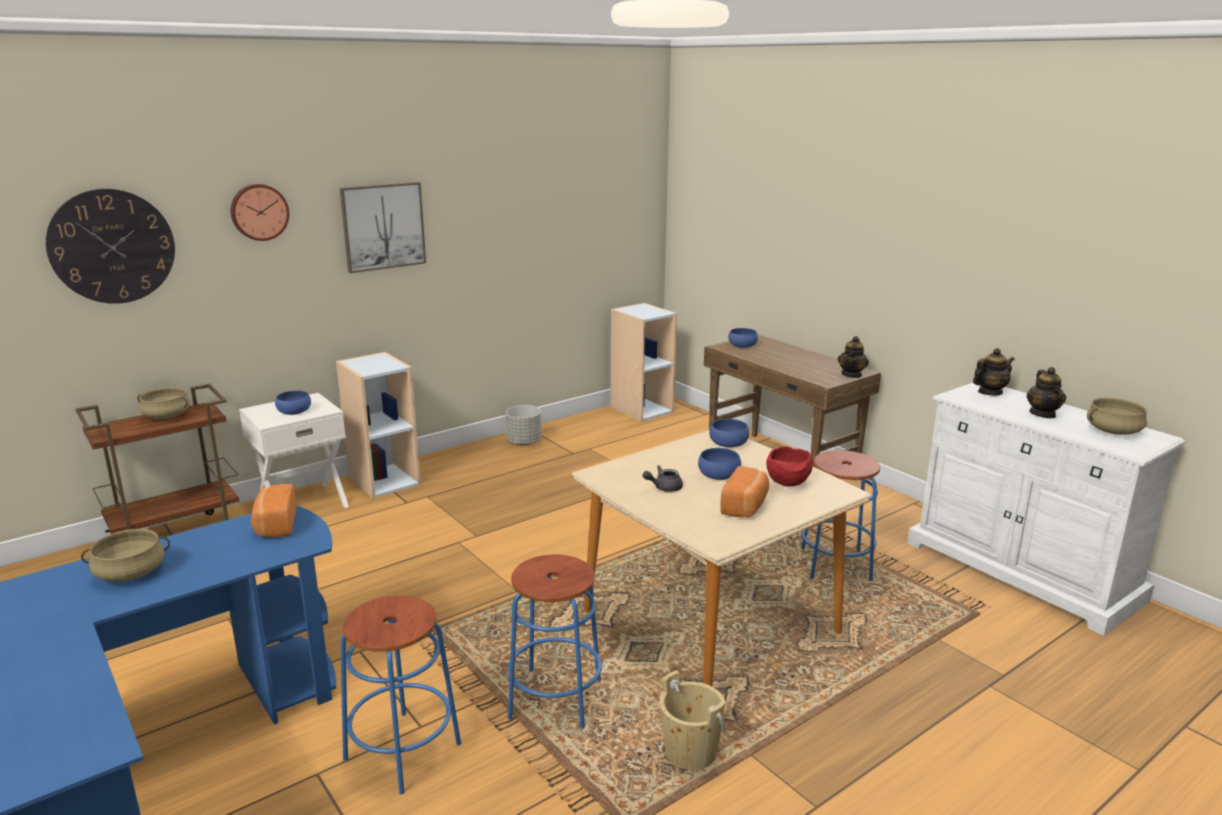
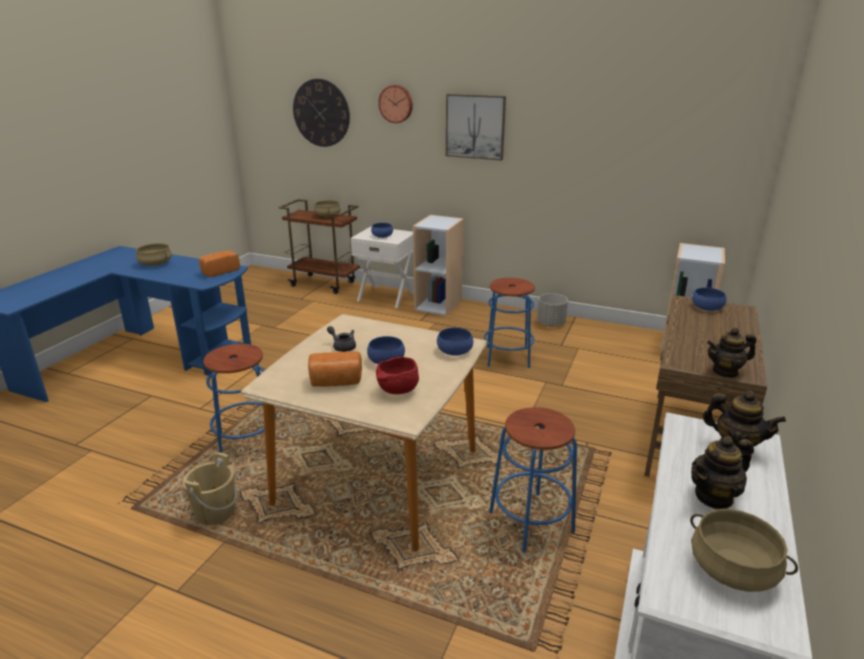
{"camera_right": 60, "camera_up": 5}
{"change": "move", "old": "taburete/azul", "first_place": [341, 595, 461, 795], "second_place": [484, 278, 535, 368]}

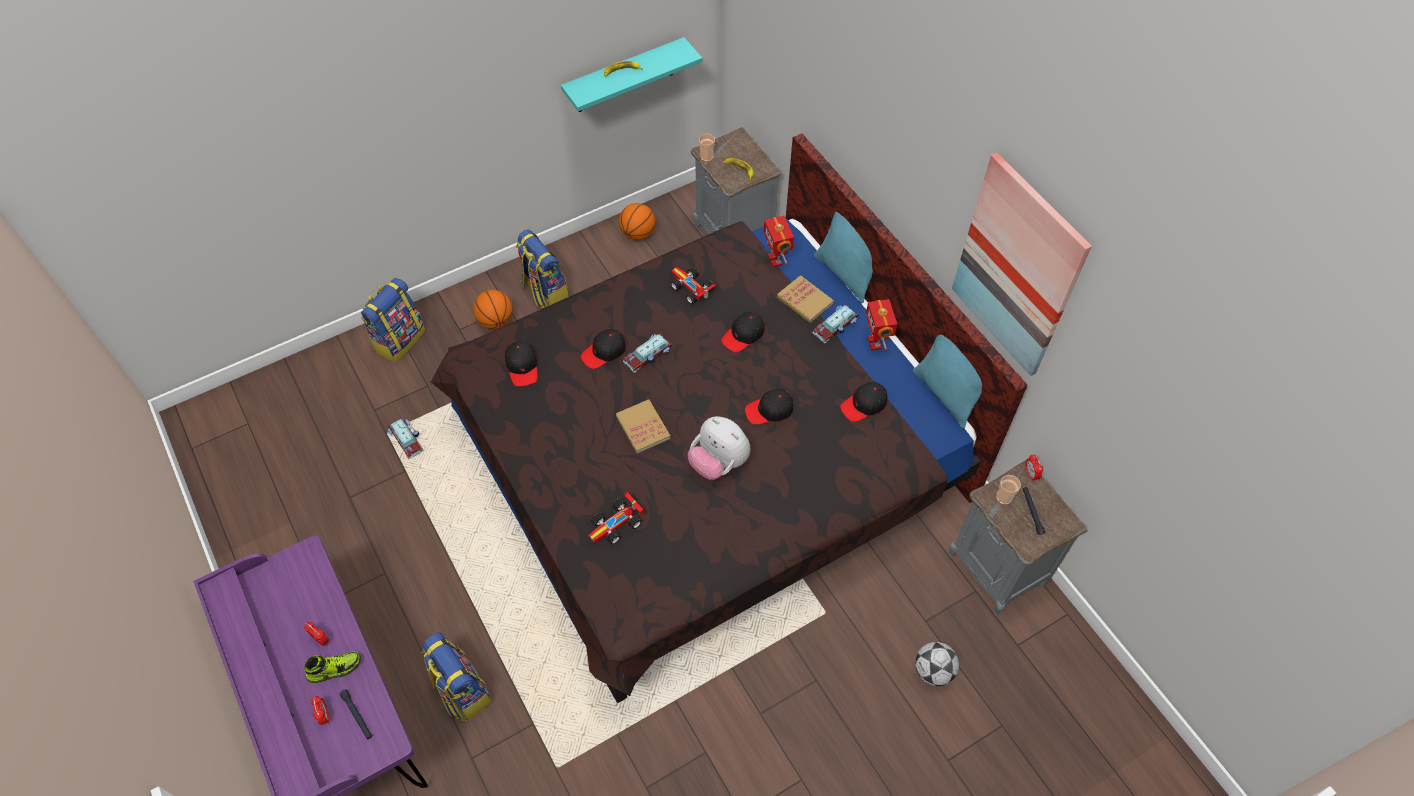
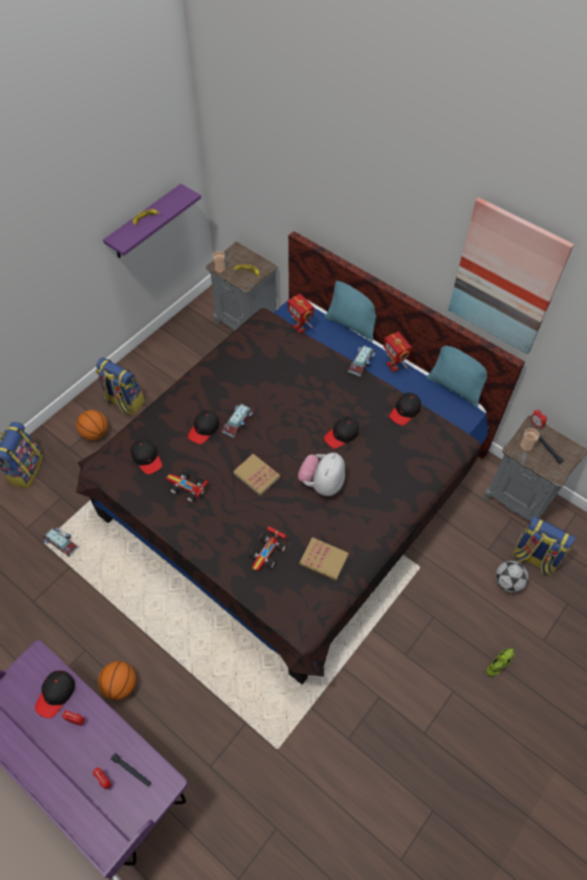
{"camera_right": -20, "camera_up": 0}
{"change": "move", "old": "zapato", "first_place": [304, 651, 361, 683], "second_place": [486, 648, 515, 677]}
{"change": "move", "old": "mochila", "first_place": [422, 632, 492, 722], "second_place": [512, 516, 576, 575]}
{"change": "move", "old": "balón de baloncesto", "first_place": [619, 203, 656, 240], "second_place": [98, 661, 136, 700]}
{"change": "move", "old": "coche de juguete", "first_place": [670, 267, 717, 304], "second_place": [166, 470, 209, 502]}
{"change": "move", "old": "gorra/negro", "first_place": [721, 311, 764, 352], "second_place": [35, 671, 75, 718]}
{"change": "move", "old": "libro", "first_place": [777, 275, 834, 323], "second_place": [299, 537, 349, 581]}
{"change": "recolor", "old": "estante/turquesa", "new": "estante/morado", "first_place": [561, 37, 702, 112], "second_place": [103, 184, 201, 258]}
{"change": "rotate", "old": "peluche", "first_place": [688, 416, 750, 480], "second_place": [298, 453, 345, 496], "degrees": 90}

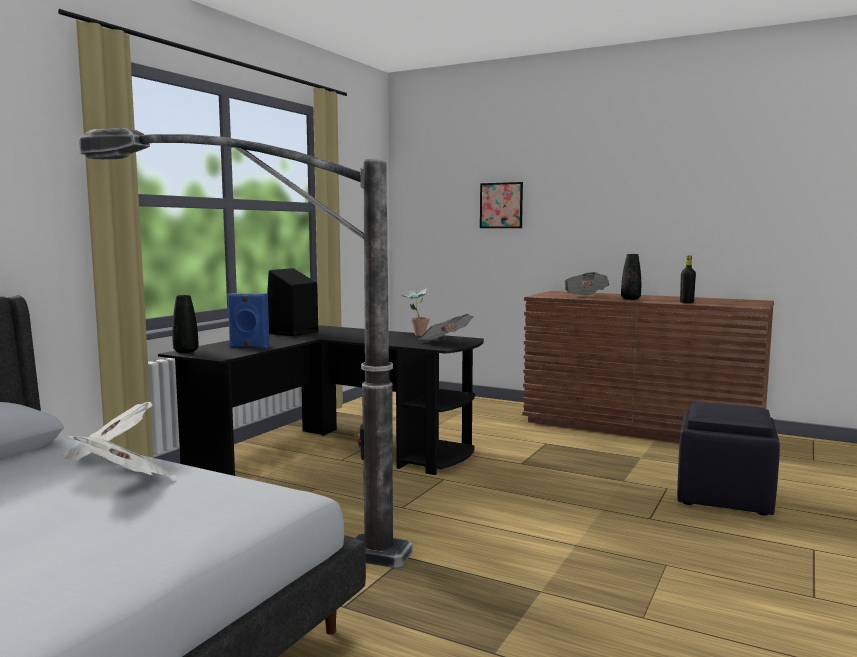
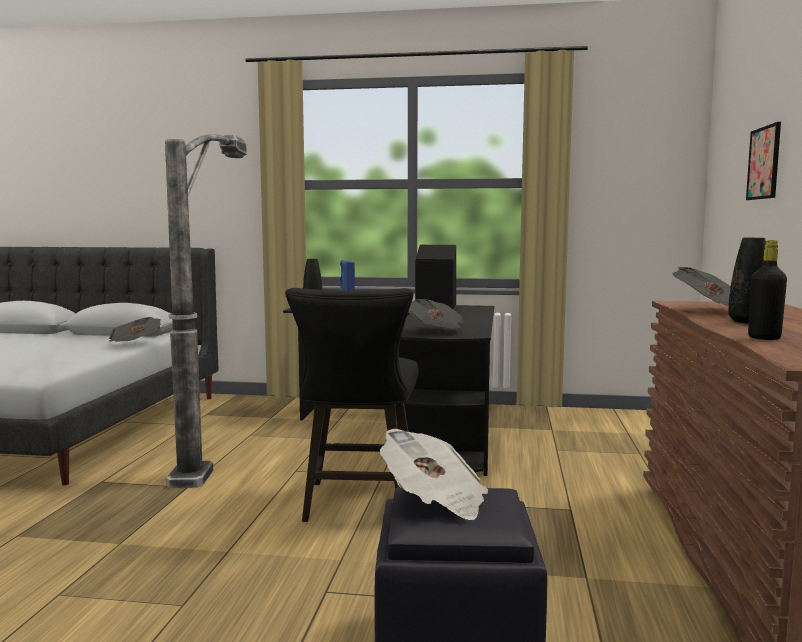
{"camera_right": 70, "camera_up": 0}
{"change": "delete", "old": "planta en maceta", "first_place": [402, 287, 430, 336]}
{"change": "insert", "new": "taburete/negro", "second_place": [285, 288, 419, 522]}
{"change": "move", "old": "periódico", "first_place": [68, 436, 177, 477], "second_place": [380, 429, 488, 520]}

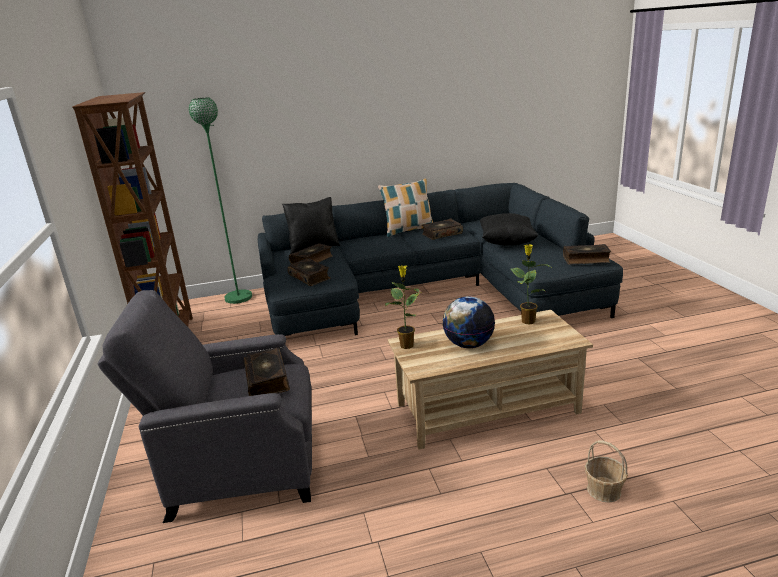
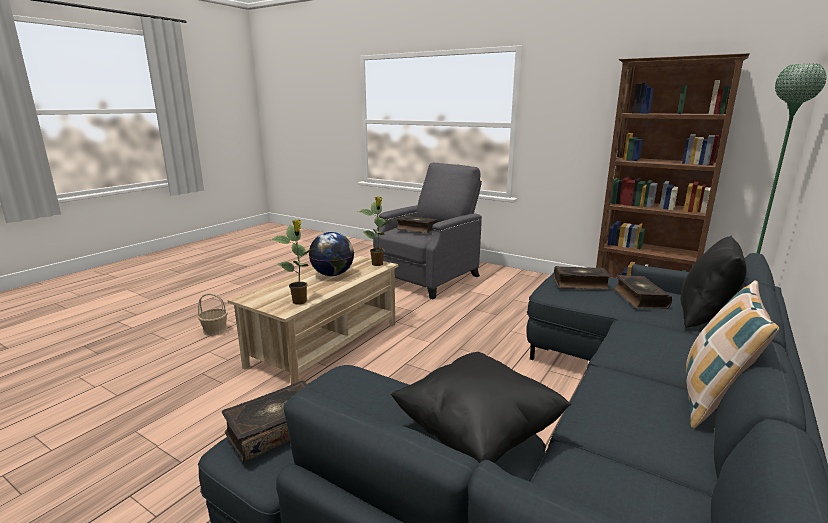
{"camera_right": 135, "camera_up": -5}
{"change": "delete", "old": "libro", "first_place": [422, 219, 463, 240]}

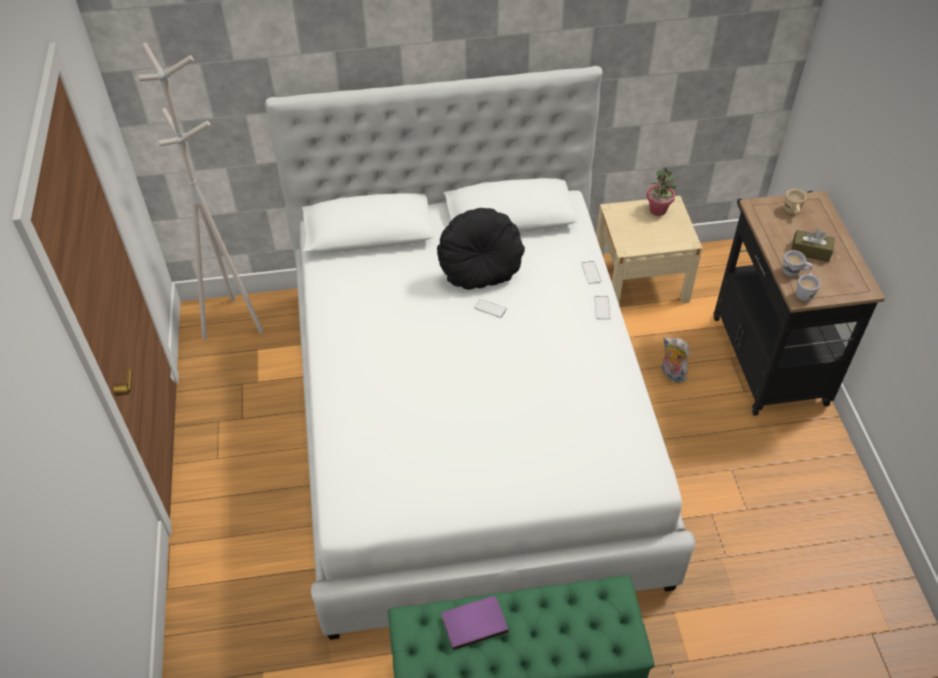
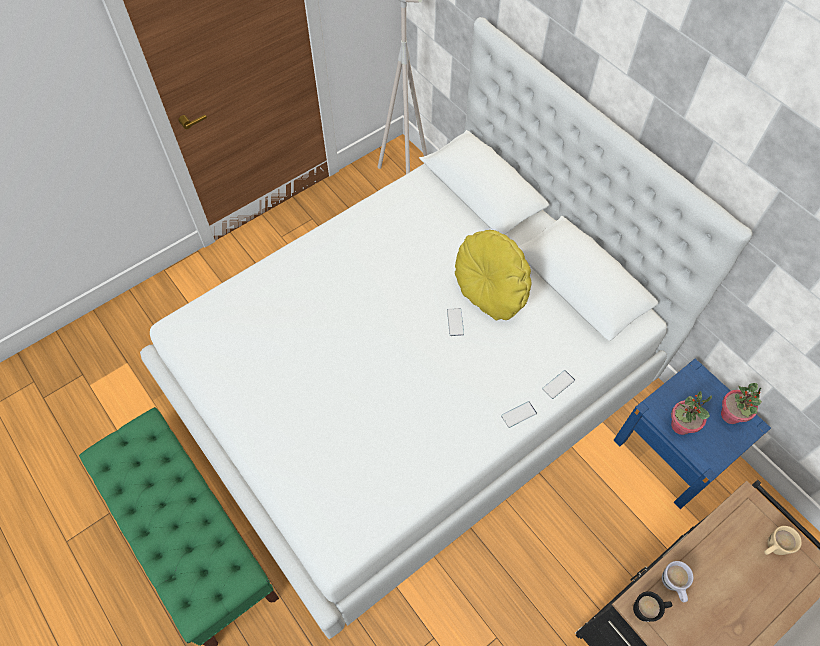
{"camera_right": 60, "camera_up": 10}
{"change": "delete", "old": "libro/morado", "first_place": [442, 596, 509, 650]}
{"change": "delete", "old": "peluche", "first_place": [662, 337, 690, 383]}
{"change": "delete", "old": "caja de pañuelos/marrón", "first_place": [791, 229, 835, 262]}
{"change": "insert", "new": "planta en maceta", "second_place": [671, 391, 712, 435]}
{"change": "recolor", "old": "cojín/negro", "new": "cojín/amarillo", "first_place": [437, 208, 525, 290], "second_place": [455, 230, 531, 320]}
{"change": "recolor", "old": "mesita de noche/beis", "new": "mesita de noche/azul", "first_place": [596, 196, 702, 303], "second_place": [614, 358, 771, 509]}
{"change": "recolor", "old": "taza grande/blanco", "new": "taza grande/negro", "first_place": [796, 273, 820, 301], "second_place": [633, 591, 672, 622]}

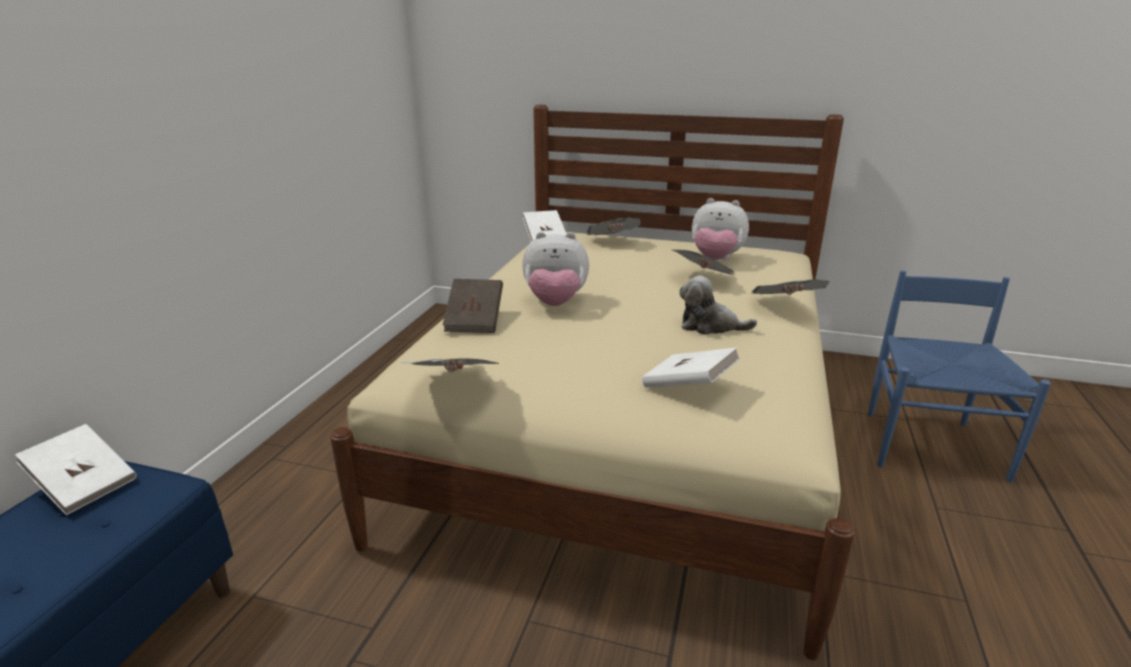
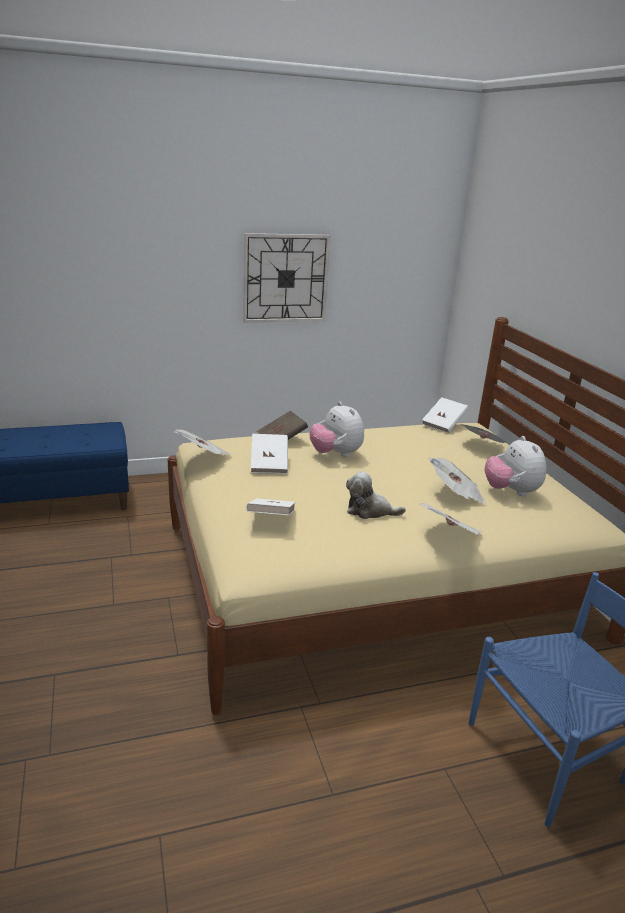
{"camera_right": 55, "camera_up": 0}
{"change": "insert", "new": "reloj de pared", "second_place": [243, 233, 330, 323]}
{"change": "move", "old": "libro/blanco", "first_place": [15, 424, 137, 515], "second_place": [251, 434, 288, 474]}
{"change": "rotate", "old": "peluche", "first_place": [679, 276, 757, 335], "second_place": [346, 471, 406, 519], "degrees": -60}

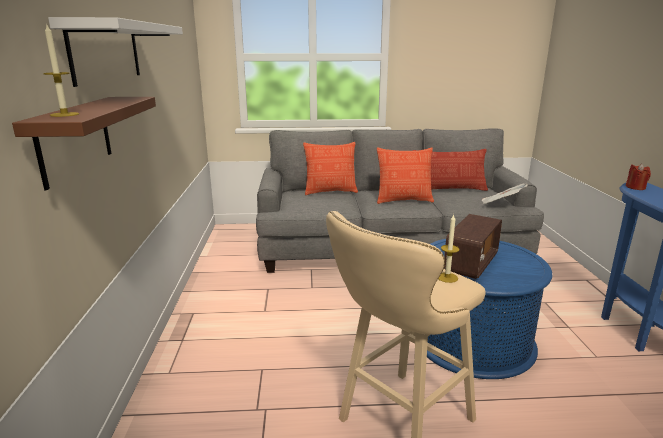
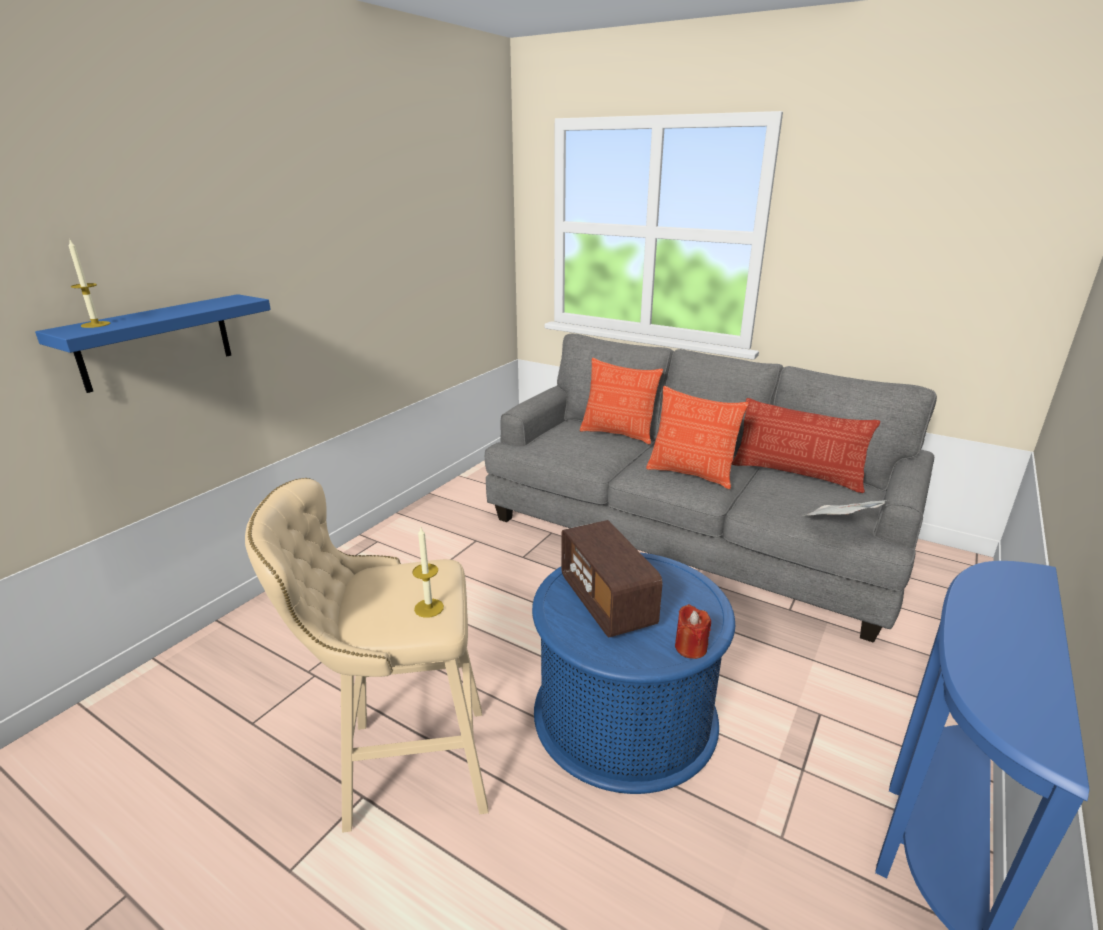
{"camera_right": 35, "camera_up": 5}
{"change": "delete", "old": "estante/blanco", "first_place": [48, 17, 183, 87]}
{"change": "move", "old": "vela/rojo", "first_place": [626, 163, 651, 190], "second_place": [675, 604, 711, 659]}
{"change": "recolor", "old": "estante/marrón", "new": "estante/azul", "first_place": [12, 97, 156, 190], "second_place": [35, 294, 271, 393]}
{"change": "rotate", "old": "radio", "first_place": [444, 214, 502, 279], "second_place": [561, 520, 663, 638], "degrees": 90}

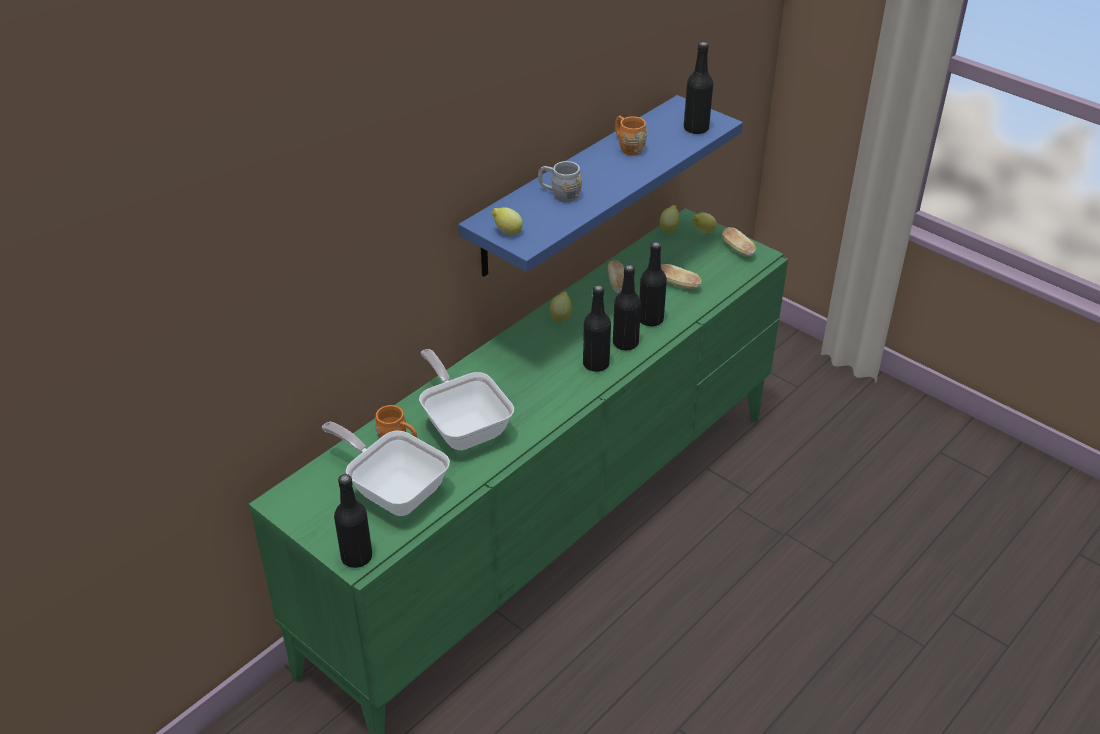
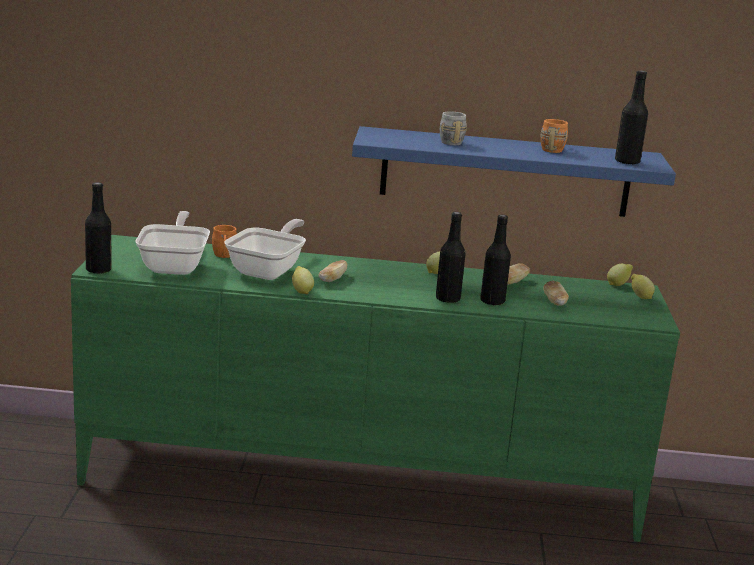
{"camera_right": 50, "camera_up": -20}
{"change": "delete", "old": "botella/negro", "first_place": [583, 285, 611, 372]}
{"change": "move", "old": "limón", "first_place": [492, 207, 523, 235], "second_place": [292, 266, 314, 294]}
{"change": "move", "old": "pan", "first_place": [722, 227, 756, 257], "second_place": [318, 260, 347, 282]}

